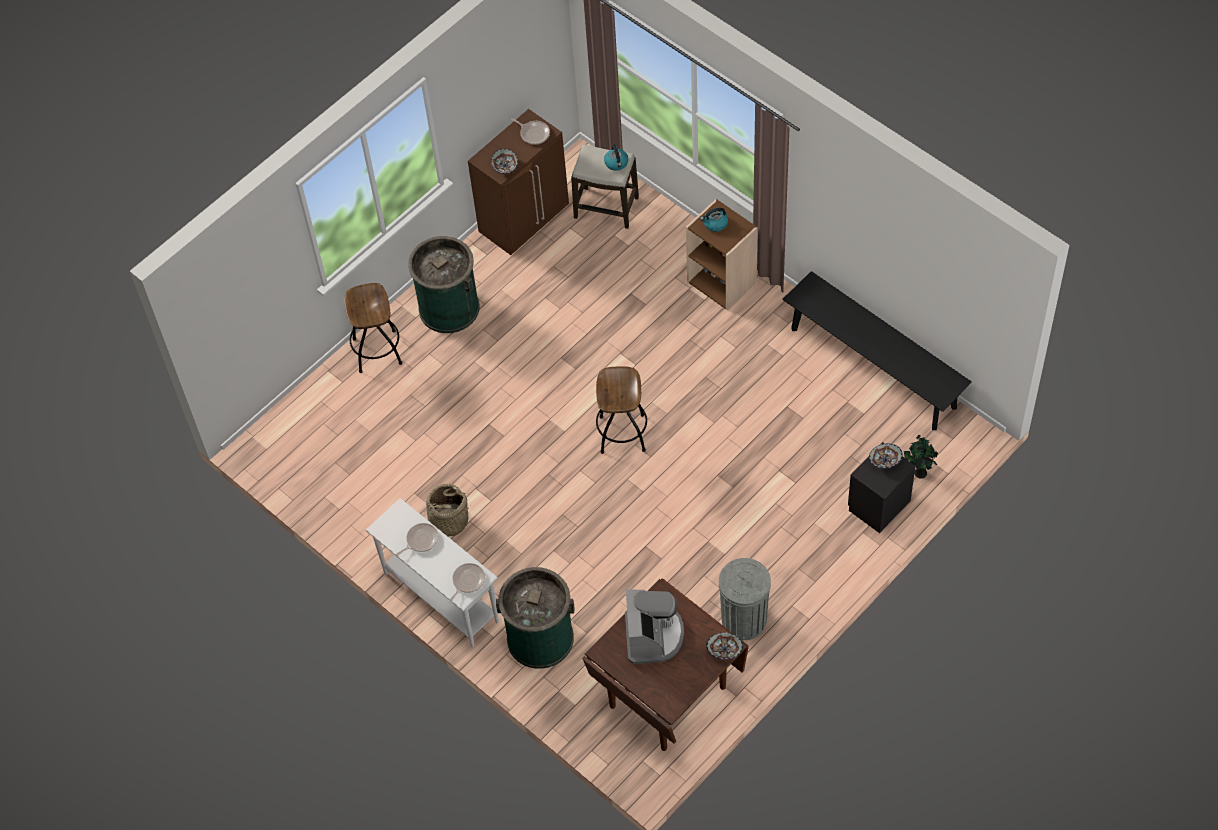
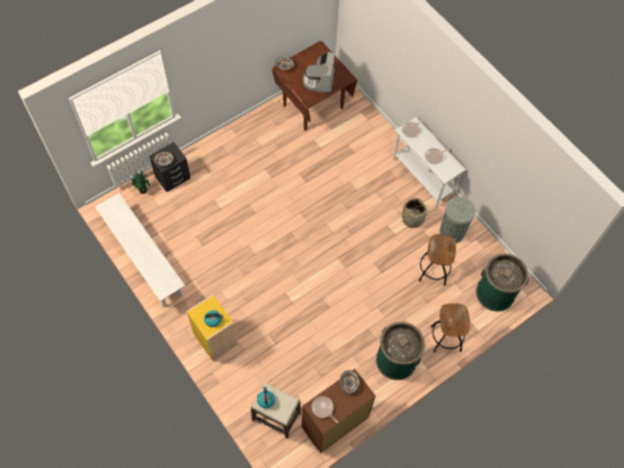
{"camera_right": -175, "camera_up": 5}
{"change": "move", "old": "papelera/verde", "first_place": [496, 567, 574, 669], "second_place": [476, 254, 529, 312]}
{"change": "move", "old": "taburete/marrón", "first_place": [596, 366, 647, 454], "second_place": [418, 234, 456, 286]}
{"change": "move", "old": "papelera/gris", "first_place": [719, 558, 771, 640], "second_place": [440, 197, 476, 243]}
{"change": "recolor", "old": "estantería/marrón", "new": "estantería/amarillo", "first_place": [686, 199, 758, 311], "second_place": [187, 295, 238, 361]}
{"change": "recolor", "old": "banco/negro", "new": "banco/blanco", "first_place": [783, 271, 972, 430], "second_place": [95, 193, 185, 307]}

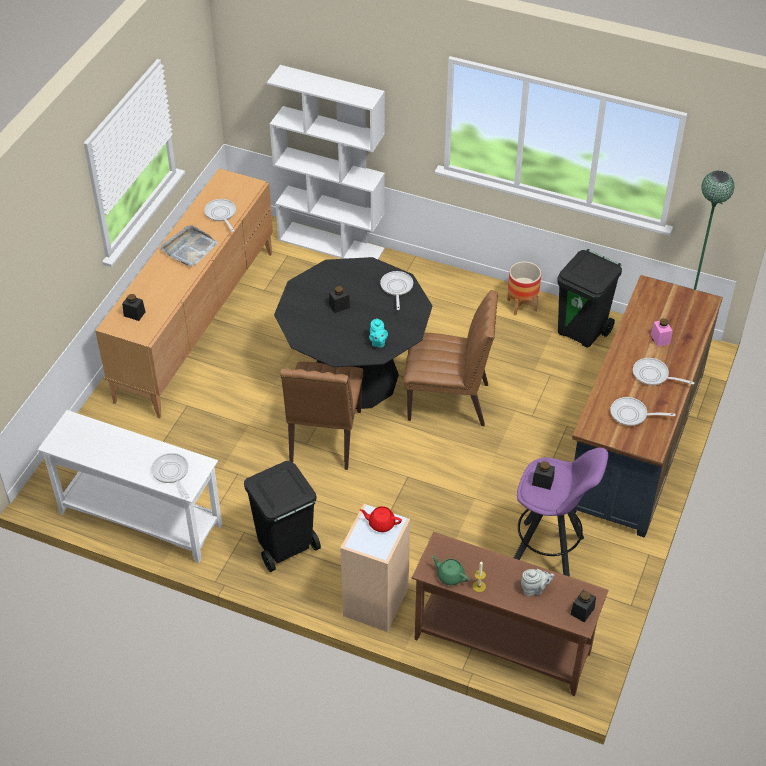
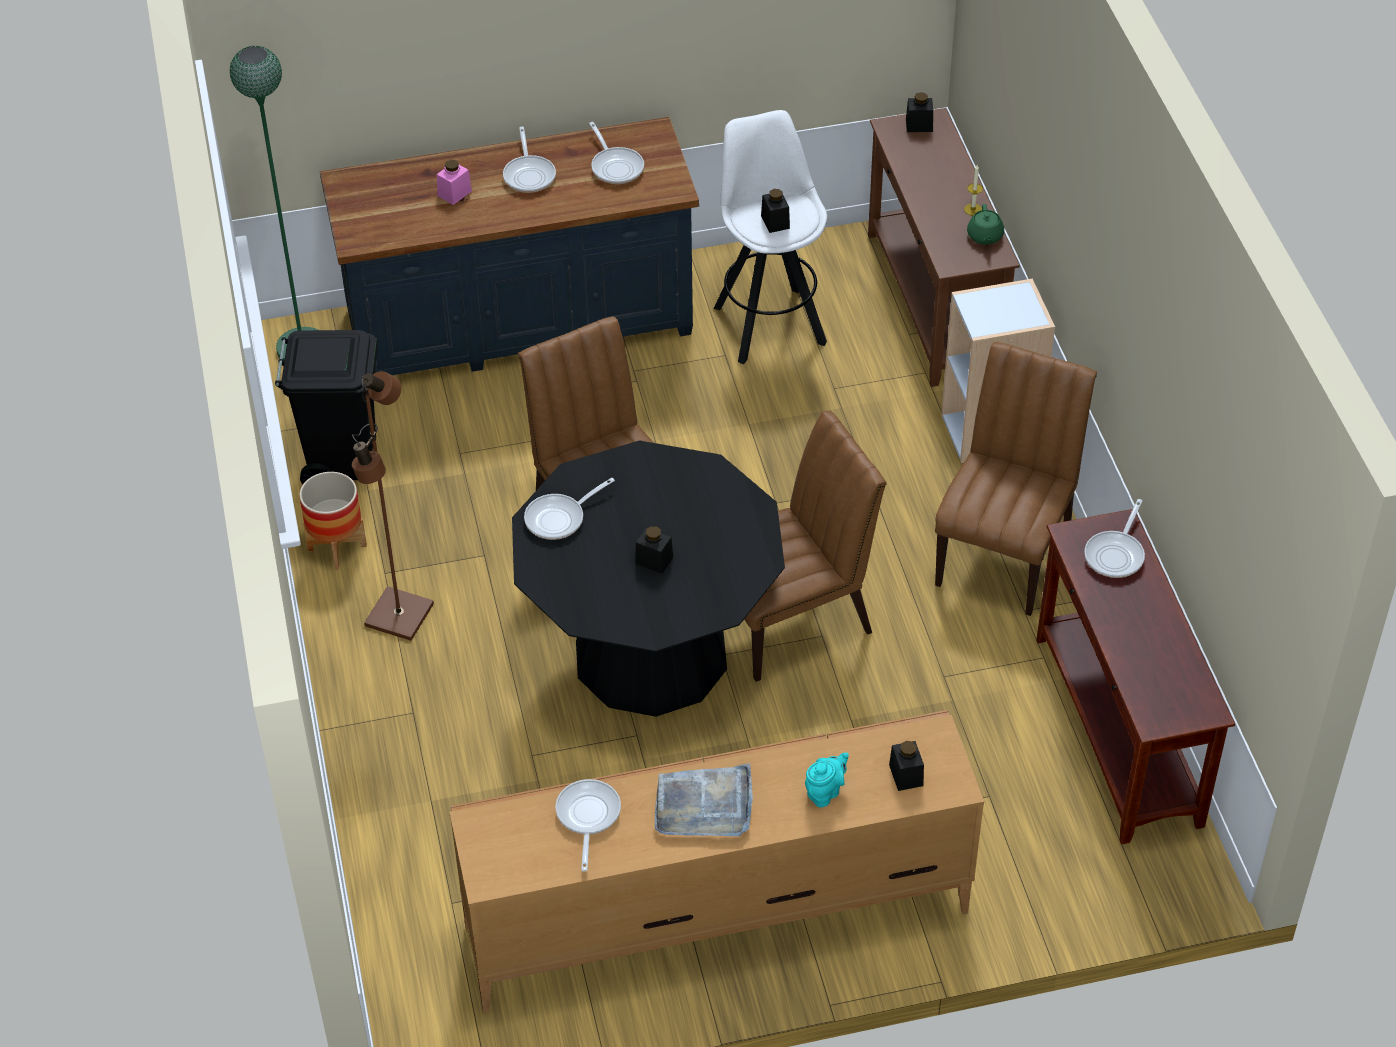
{"camera_right": -125, "camera_up": 0}
{"change": "delete", "old": "estantería/blanco", "first_place": [267, 65, 385, 259]}
{"change": "delete", "old": "tetera/rojo", "first_place": [360, 506, 402, 532]}
{"change": "delete", "old": "tetera/gris", "first_place": [521, 569, 555, 596]}
{"change": "insert", "new": "lámpara de pie/marrón", "second_place": [352, 371, 434, 641]}
{"change": "move", "old": "tetera/turquesa", "first_place": [369, 318, 388, 348], "second_place": [805, 753, 849, 807]}
{"change": "replace", "old": "papelera/negro", "new": "silla/marrón", "first_place": [244, 461, 321, 572], "second_place": [935, 342, 1097, 616]}
{"change": "recolor", "old": "mesa consola/blanco", "new": "mesa consola/marrón", "first_place": [38, 410, 222, 563], "second_place": [1036, 509, 1235, 844]}
{"change": "recolor", "old": "taburete/morado", "new": "taburete/blanco", "first_place": [514, 448, 608, 577], "second_place": [714, 110, 827, 364]}
{"change": "rotate", "old": "sartén", "first_place": [204, 199, 236, 232], "second_place": [555, 779, 621, 871], "degrees": 150}

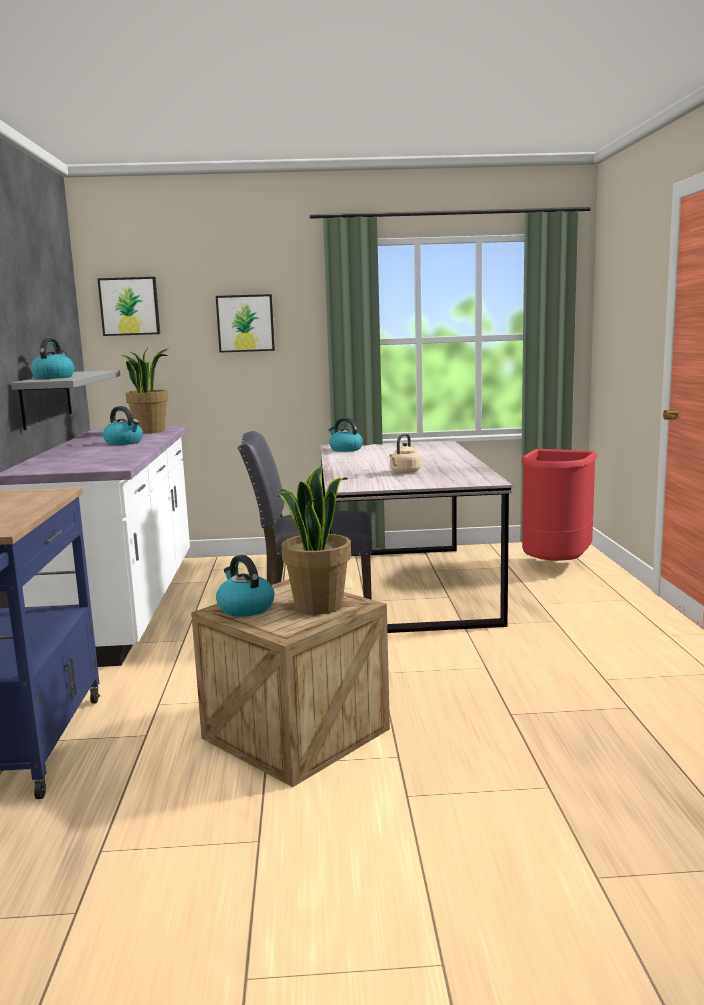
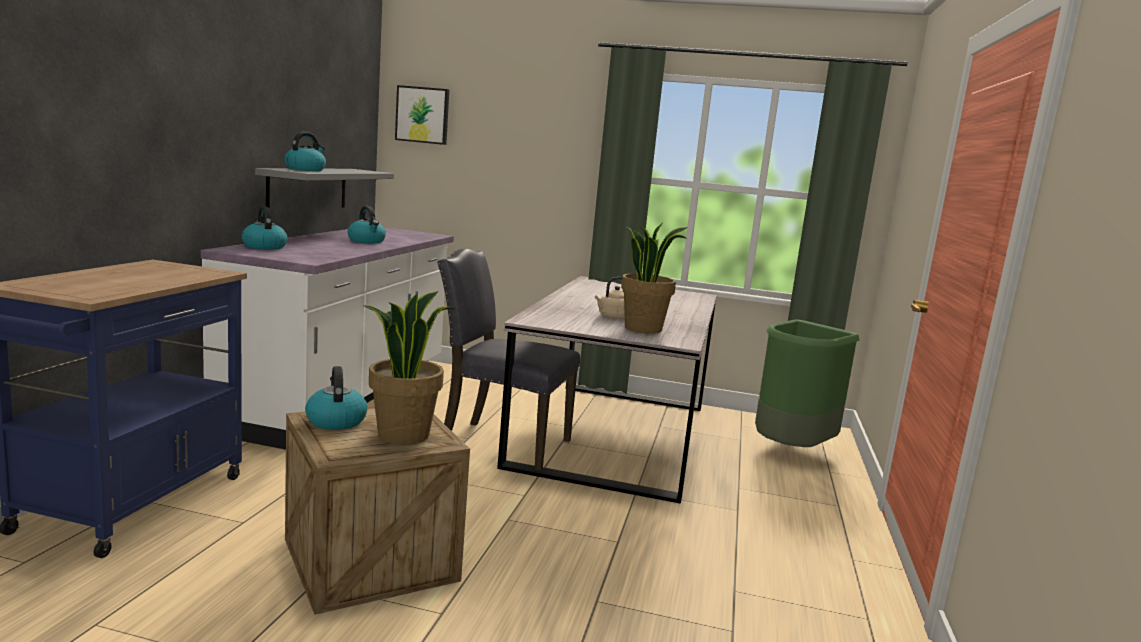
{"camera_right": 15, "camera_up": 0}
{"change": "delete", "old": "cuadro", "first_place": [216, 294, 275, 353]}
{"change": "move", "old": "planta en maceta", "first_place": [121, 348, 169, 433], "second_place": [621, 223, 688, 334]}
{"change": "move", "old": "hervidor", "first_place": [329, 418, 363, 452], "second_place": [242, 206, 287, 250]}
{"change": "recolor", "old": "papelera/rojo", "new": "papelera/verde", "first_place": [521, 449, 597, 561], "second_place": [755, 319, 859, 447]}

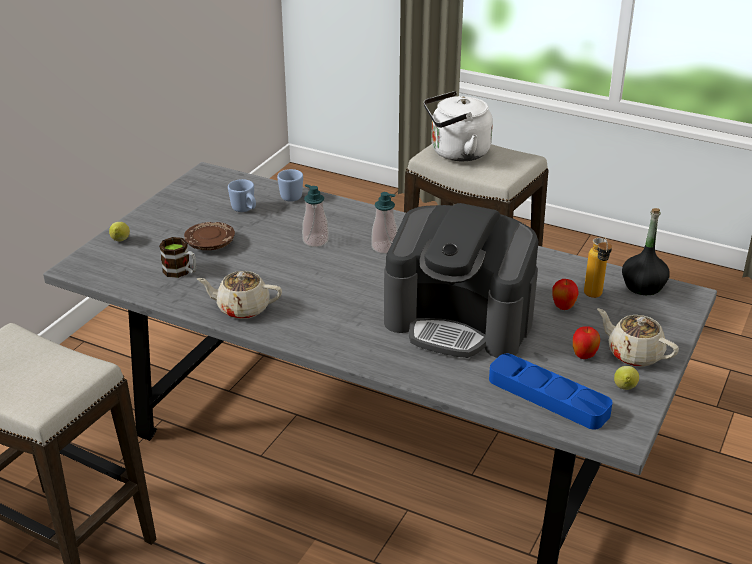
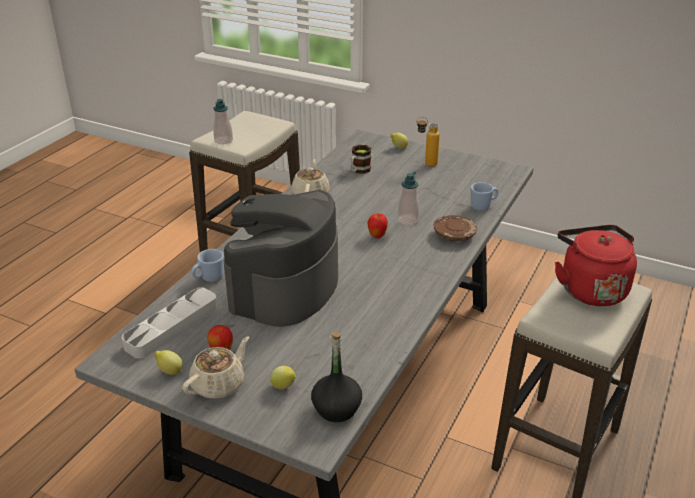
{"camera_right": 90, "camera_up": 0}
{"change": "insert", "new": "limón", "second_place": [270, 366, 296, 389]}
{"change": "move", "old": "plato/marrón", "first_place": [184, 222, 235, 250], "second_place": [434, 215, 477, 241]}
{"change": "move", "old": "taza grande/azul", "first_place": [228, 179, 256, 212], "second_place": [191, 249, 224, 282]}
{"change": "move", "old": "dispensador de jabón", "first_place": [371, 192, 397, 254], "second_place": [213, 99, 233, 144]}
{"change": "move", "old": "manzana", "first_place": [552, 279, 579, 310], "second_place": [367, 213, 388, 238]}
{"change": "move", "old": "botella", "first_place": [584, 237, 612, 298], "second_place": [416, 117, 440, 166]}
{"change": "recolor", "old": "hervidor/blanco", "new": "hervidor/rojo", "first_place": [424, 91, 493, 161], "second_place": [555, 225, 637, 306]}
{"change": "recolor", "old": "bandeja/azul", "new": "bandeja/gris", "first_place": [489, 354, 613, 429], "second_place": [122, 287, 217, 358]}

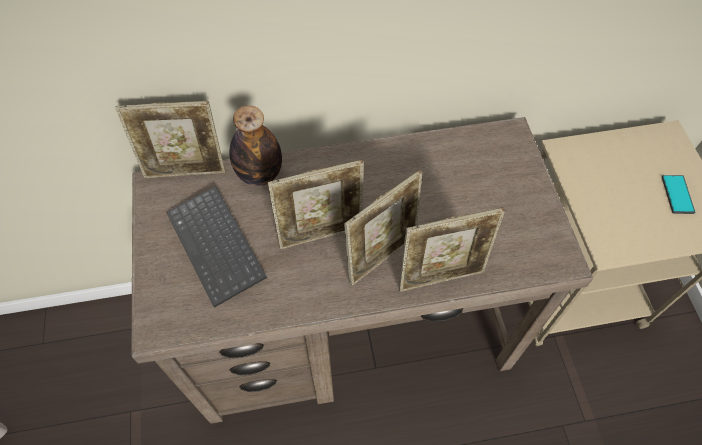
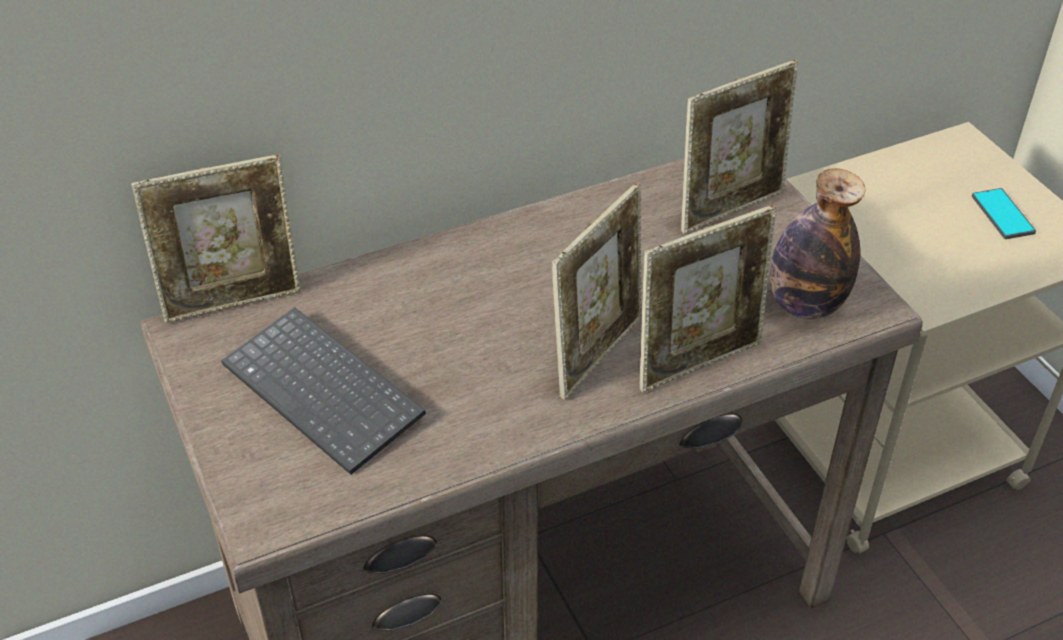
{"camera_right": -15, "camera_up": -15}
{"change": "move", "old": "botella", "first_place": [229, 105, 282, 186], "second_place": [770, 168, 865, 319]}
{"change": "move", "old": "portarretratos", "first_place": [268, 160, 364, 249], "second_place": [681, 60, 798, 234]}

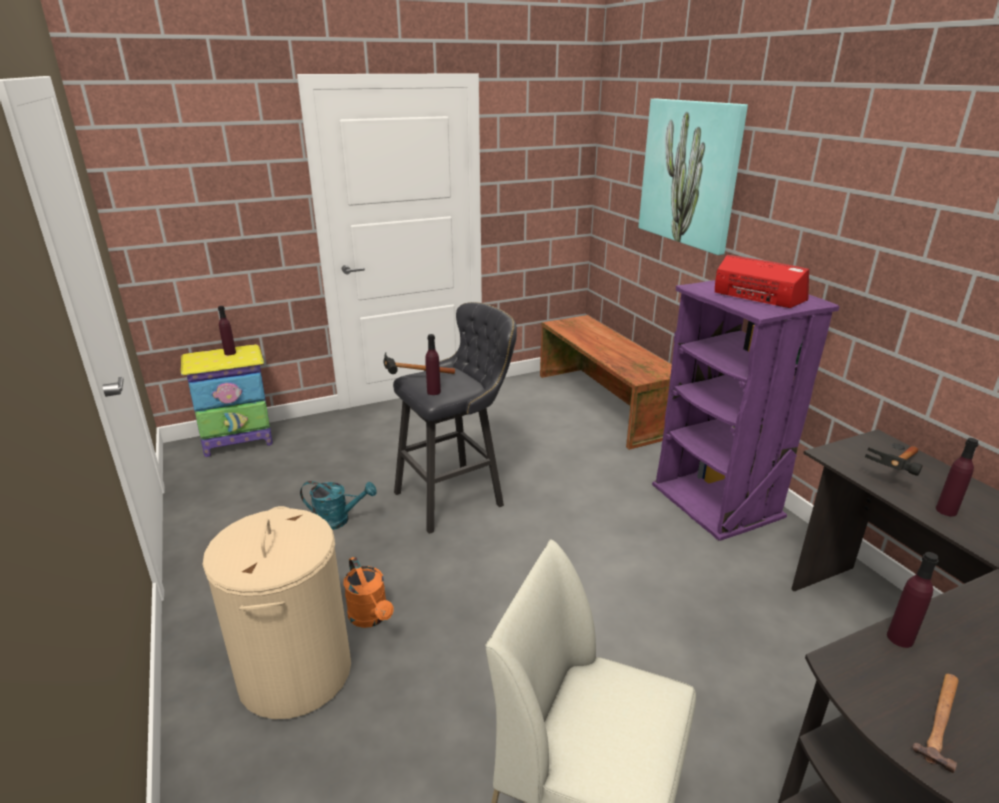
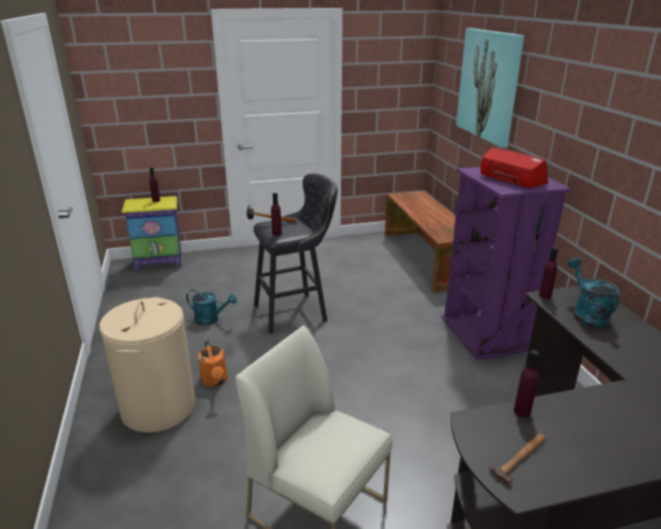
{"camera_right": 10, "camera_up": 0}
{"change": "move", "old": "botella/morado", "first_place": [936, 438, 978, 516], "second_place": [539, 247, 558, 299]}
{"change": "replace", "old": "martillo", "new": "regadera/turquesa", "first_place": [865, 446, 922, 476], "second_place": [567, 257, 620, 328]}

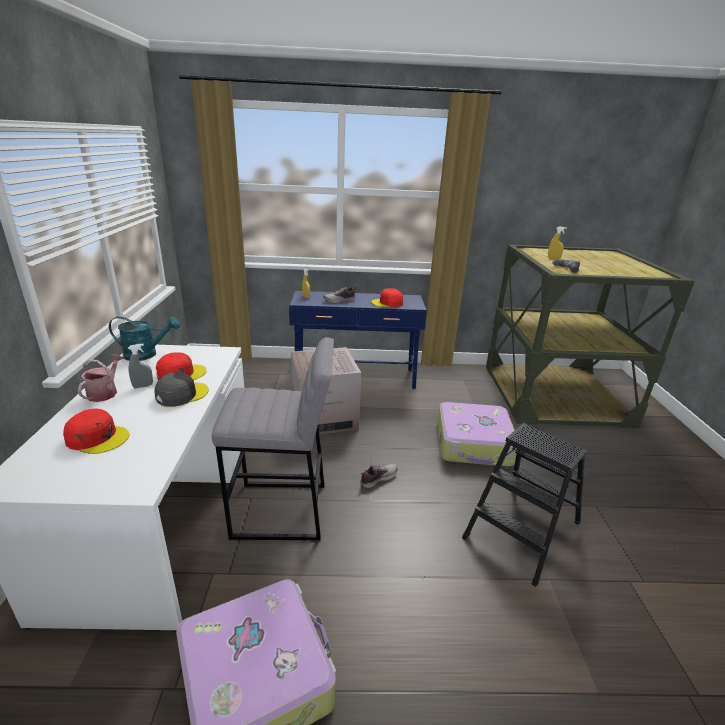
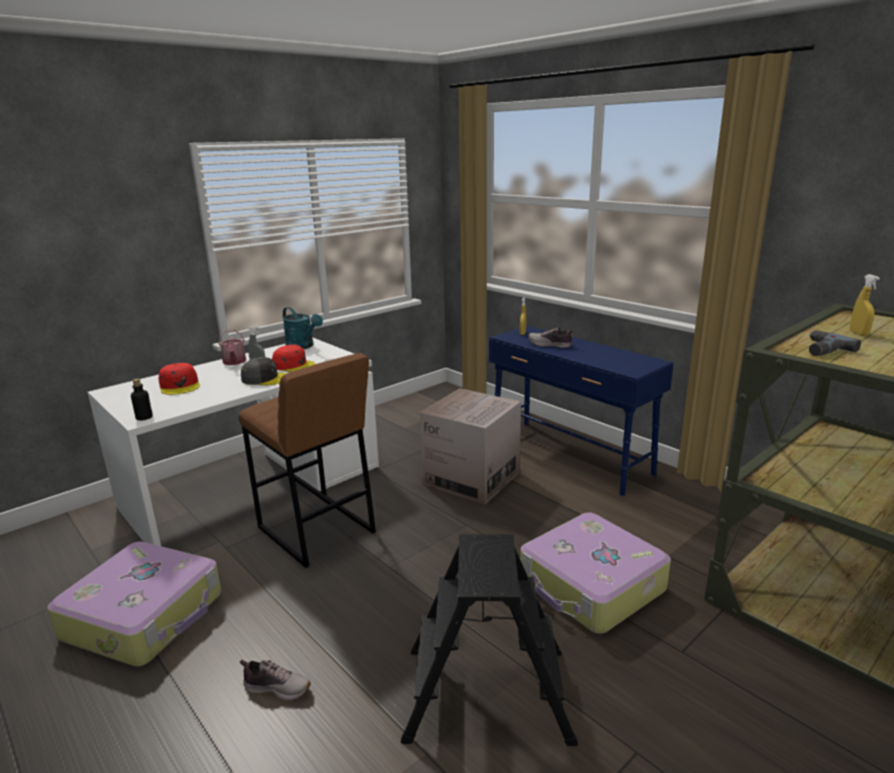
{"camera_right": 50, "camera_up": -5}
{"change": "delete", "old": "gorra/rojo", "first_place": [371, 288, 403, 307]}
{"change": "insert", "new": "botella", "second_place": [131, 379, 153, 420]}
{"change": "move", "old": "zapato", "first_place": [360, 464, 398, 488], "second_place": [240, 660, 311, 701]}
{"change": "recolor", "old": "taburete/gris", "new": "taburete/marrón", "first_place": [212, 337, 334, 540], "second_place": [239, 353, 376, 568]}
{"change": "rotate", "old": "regadera", "first_place": [78, 354, 123, 402], "second_place": [218, 329, 246, 365], "degrees": 105}

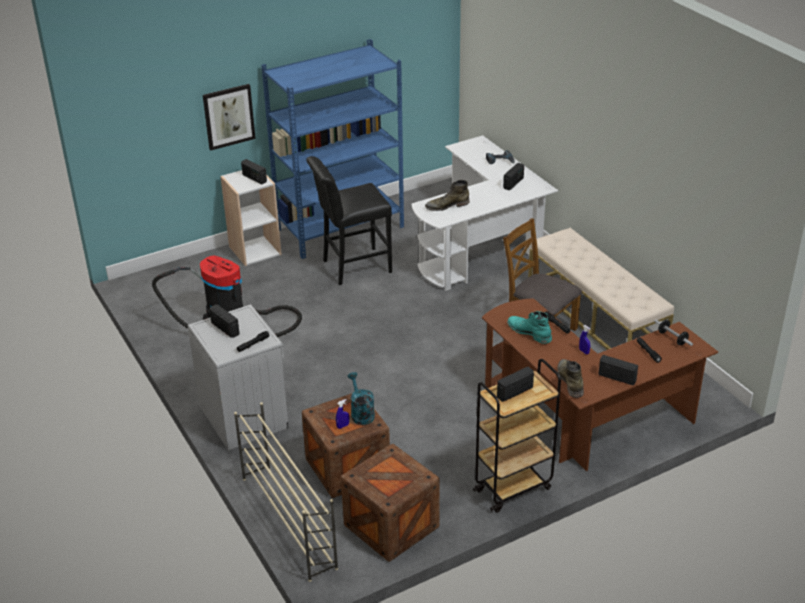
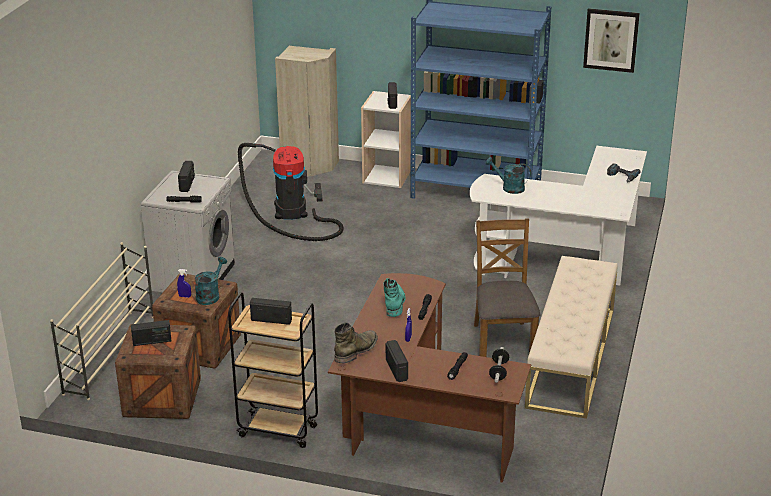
{"camera_right": 45, "camera_up": -5}
{"change": "delete", "old": "taburete/negro", "first_place": [306, 156, 392, 285]}
{"change": "insert", "new": "armario/beis", "second_place": [275, 46, 339, 176]}
{"change": "move", "old": "cuadro", "first_place": [203, 84, 256, 150], "second_place": [583, 8, 640, 73]}
{"change": "move", "old": "radio", "first_place": [503, 163, 524, 190], "second_place": [131, 320, 172, 346]}
{"change": "replace", "old": "bota/verde", "new": "regadera/turquesa", "first_place": [425, 180, 469, 211], "second_place": [485, 157, 531, 194]}

